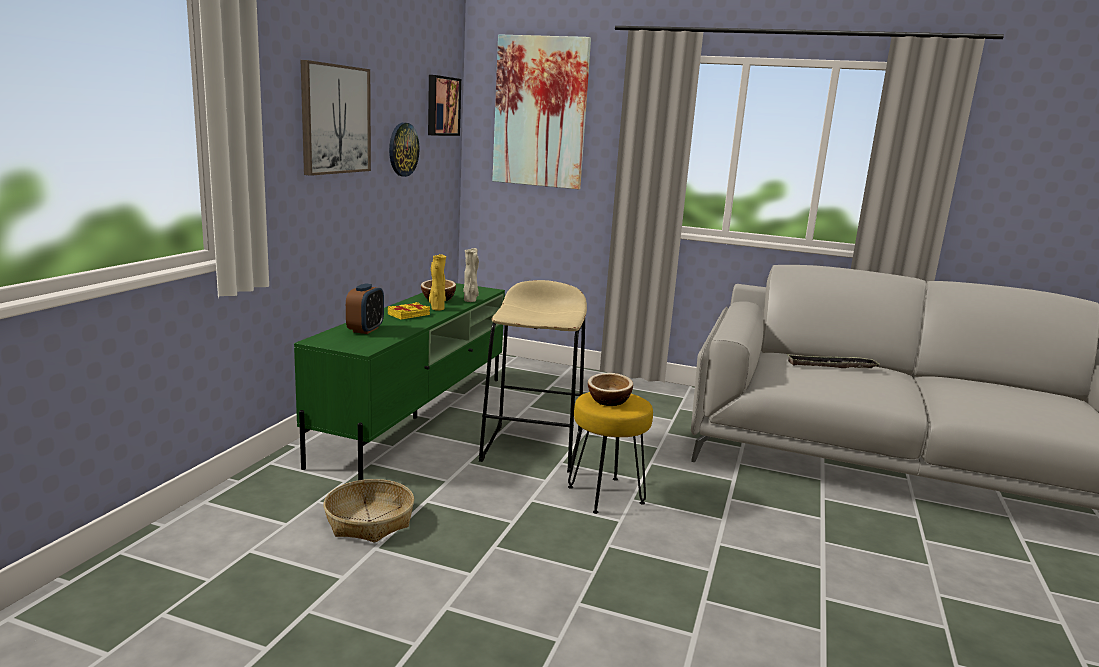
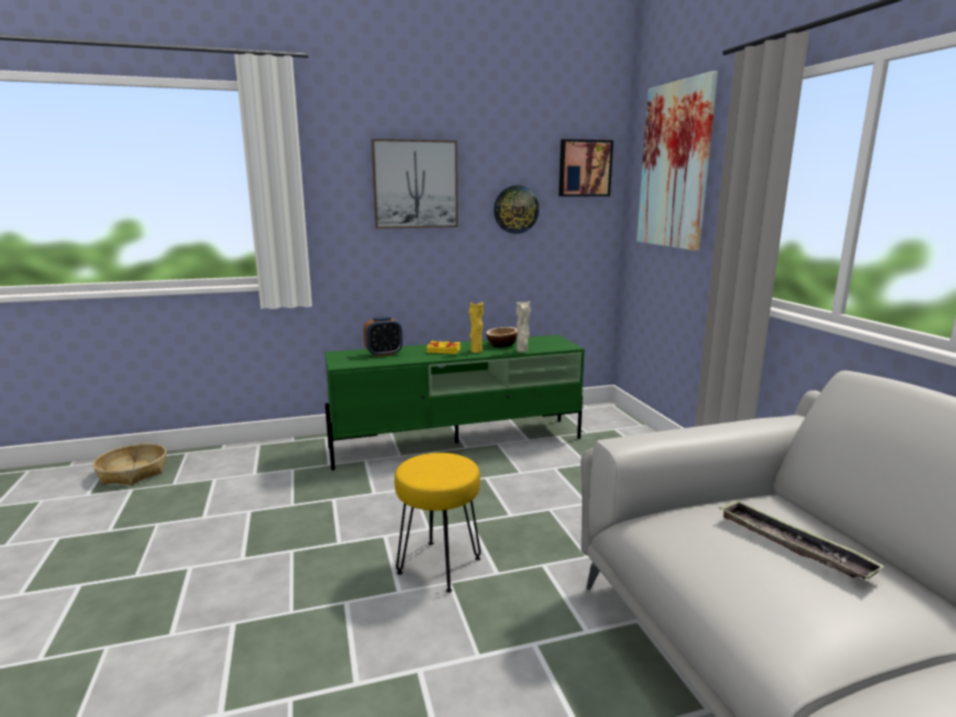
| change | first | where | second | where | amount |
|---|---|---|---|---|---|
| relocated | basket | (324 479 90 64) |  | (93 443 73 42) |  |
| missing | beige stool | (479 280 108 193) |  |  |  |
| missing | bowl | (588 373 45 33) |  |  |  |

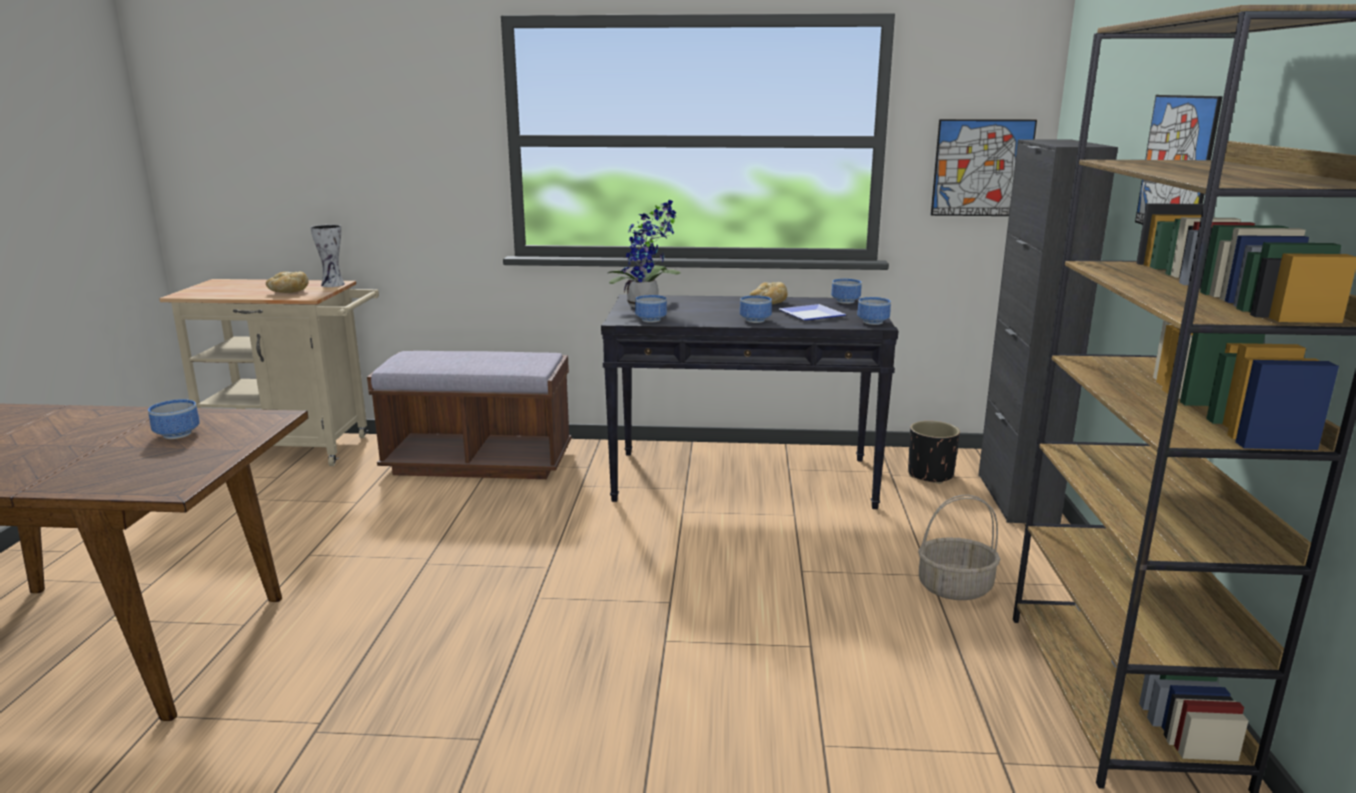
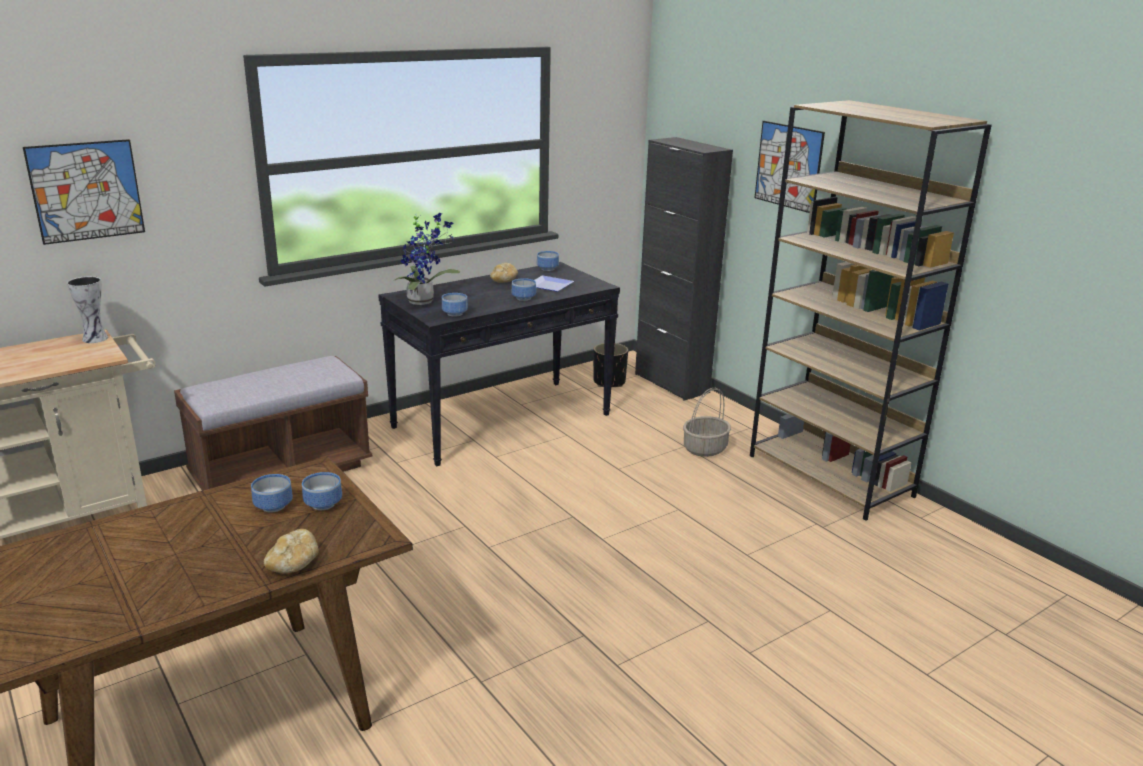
| change | first | where | second | where | amount |
|---|---|---|---|---|---|
| relocated | picture | (931 119 106 97) |  | (23 139 122 106) |  |
| relocated | bread | (266 272 43 21) |  | (264 529 55 44) |  |
| relocated | bowl | (857 297 34 28) |  | (302 472 40 38) |  |

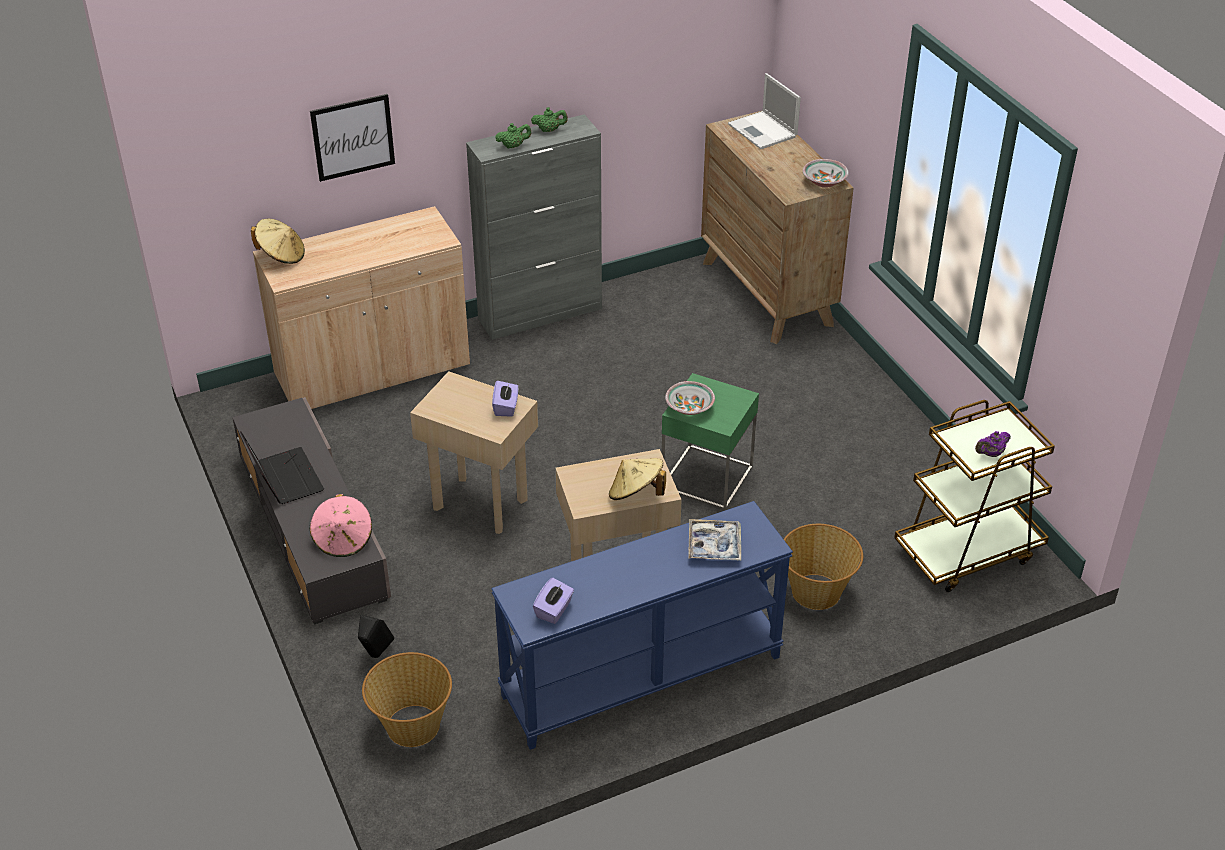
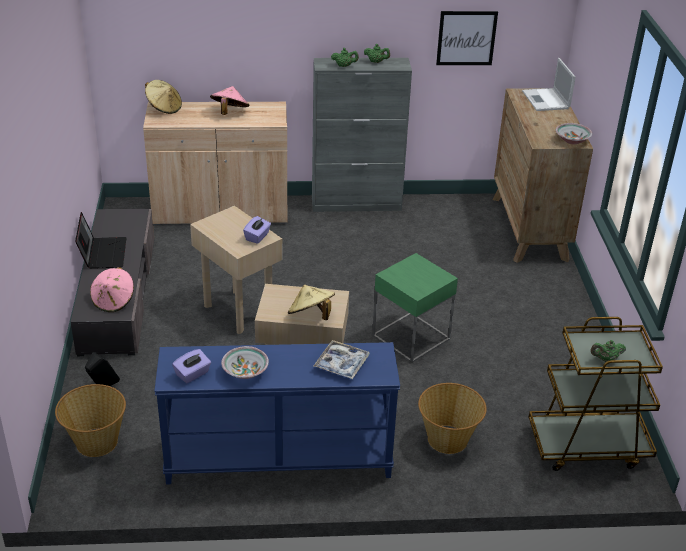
| change | first | where | second | where | amount |
|---|---|---|---|---|---|
| appeared |  |  | pink hat | (210 86 39 29) |  |
| relocated | bowl | (665 381 50 34) |  | (221 346 48 33) |  |
| relocated | picture | (310 94 85 88) |  | (436 11 62 54) |  |
| colour | purple teapot | (975 431 36 26) | green teapot | (591 340 35 22) |  |

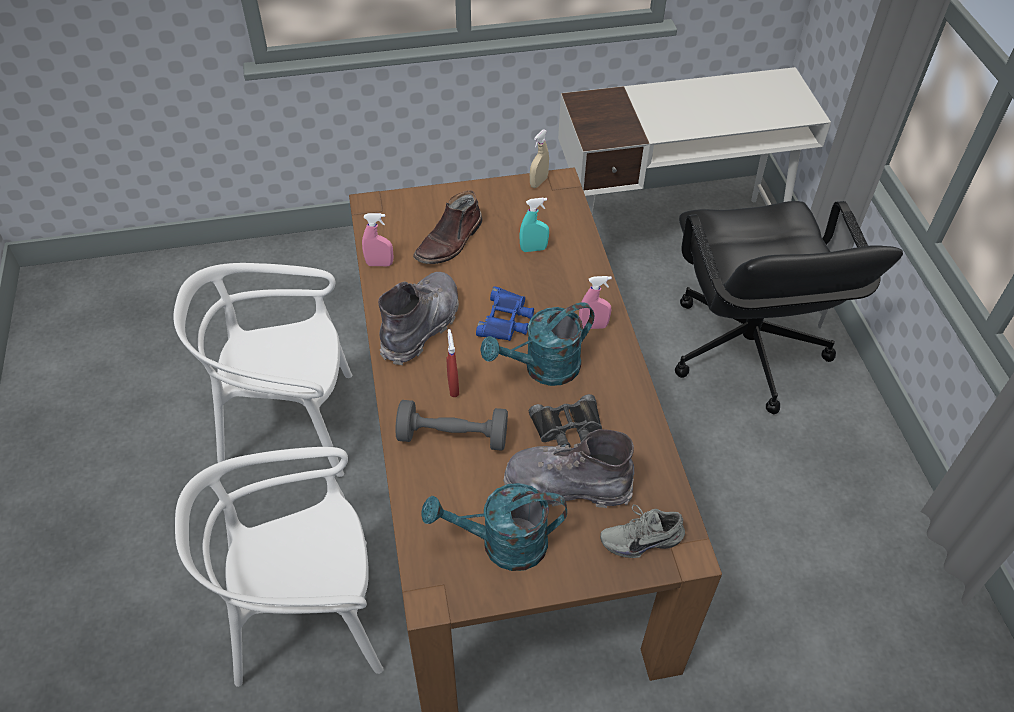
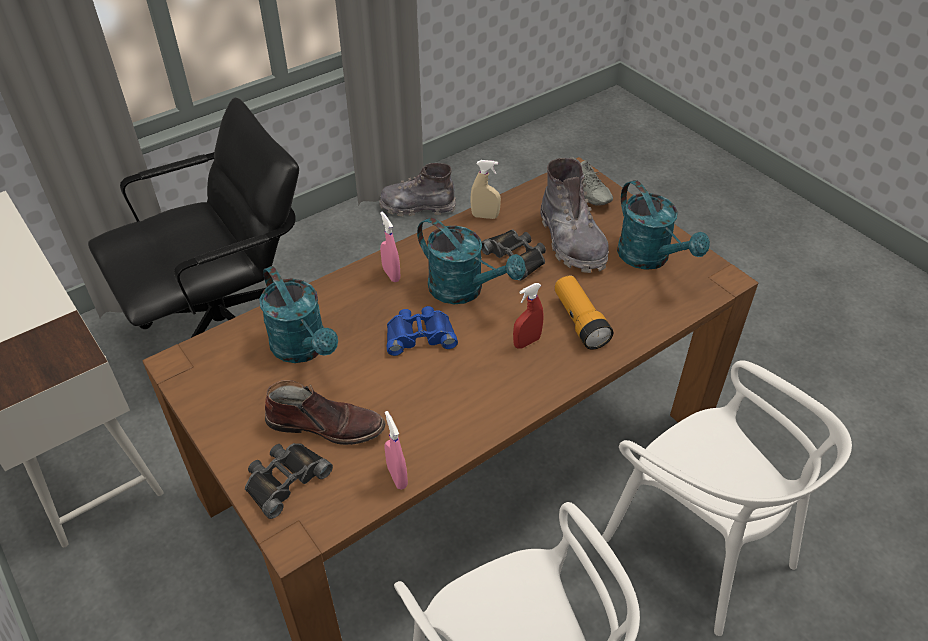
| change | first | where | second | where | amount |
|---|---|---|---|---|---|
| appeared |  |  | black binoculars | (245 443 88 76) |  |
| exchanged | turquoise spray bottle | (519 198 30 54) | turquoise watering can | (259 266 79 97) |  |
| relocated | grey boot | (378 272 81 93) |  | (379 163 77 54) |  |
| relocated | beige spray bottle | (530 129 19 59) |  | (470 160 31 59) |  |
| exchanged | grey dumbbell | (395 400 113 51) | flashlight | (555 276 58 73) |  |

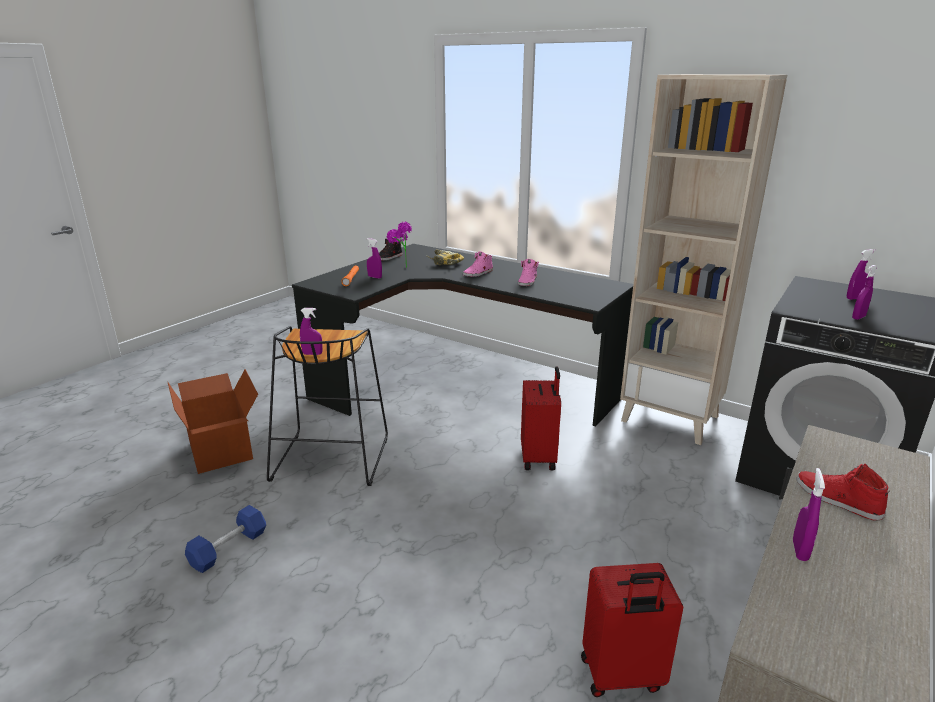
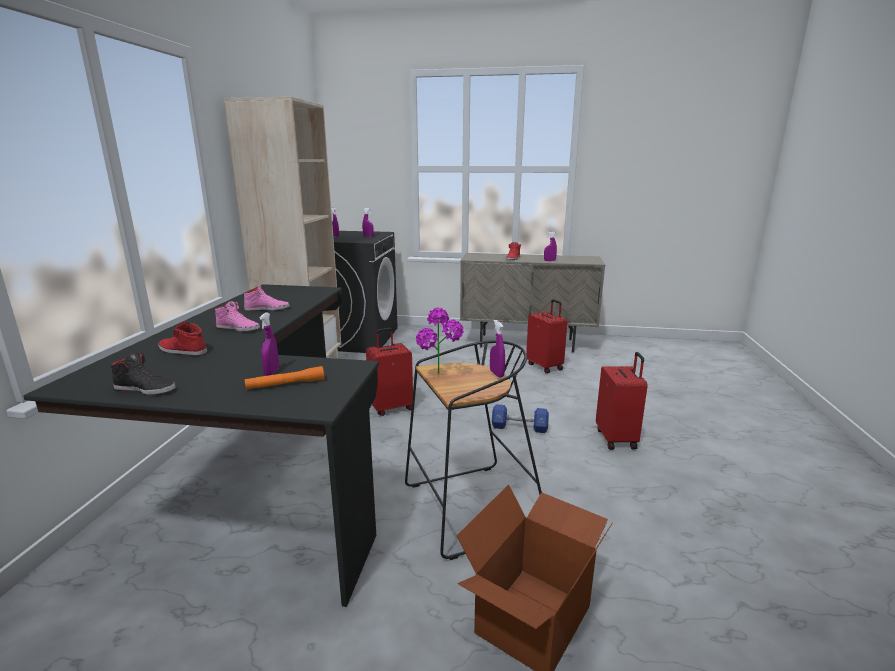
| change | first | where | second | where | amount |
|---|---|---|---|---|---|
| exchanged | power drill | (427 249 37 16) | red shoe | (158 322 49 34) |  |
| relocated | potted plant | (387 222 25 46) |  | (416 308 48 66) |  |
| relocated | blue dumbbell | (185 505 81 68) |  | (492 404 57 29) |  |
| appeared |  |  | red suitcase | (596 352 52 98) |  |

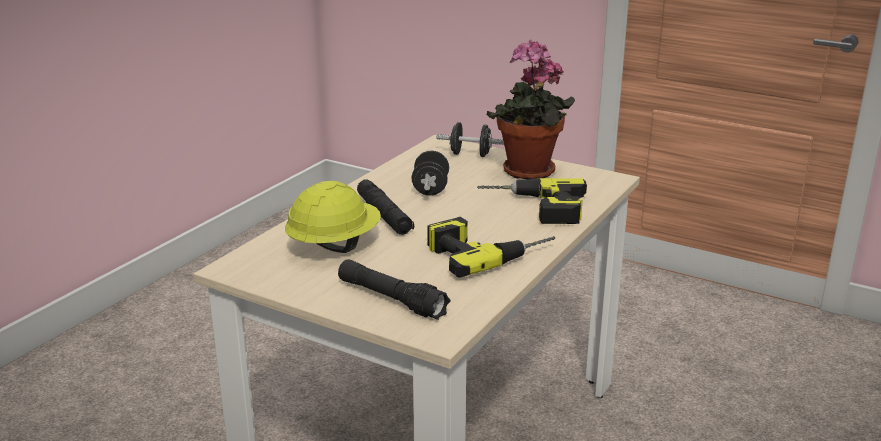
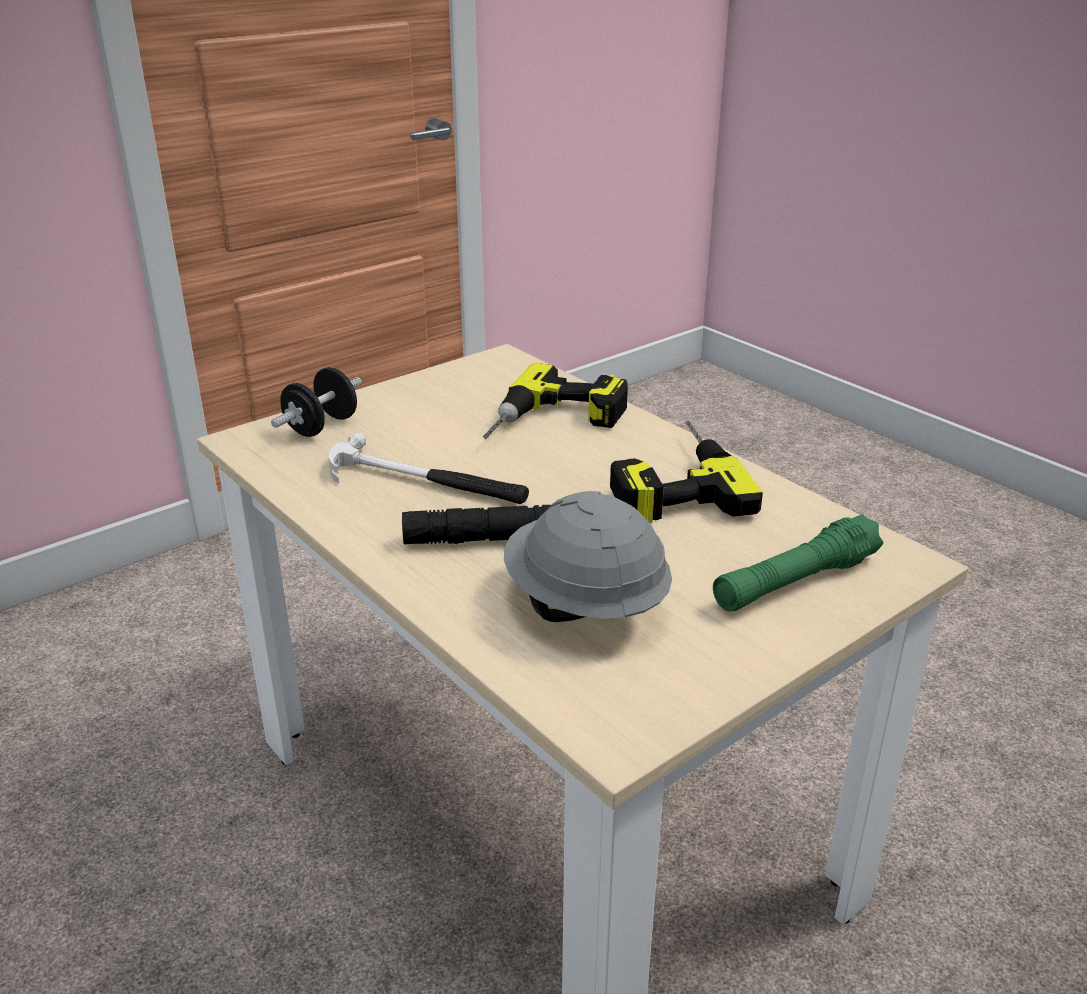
| change | first | where | second | where | amount |
|---|---|---|---|---|---|
| exchanged | black dumbbell | (412 151 37 45) | hammer | (329 433 200 71) |  |
| colour | yellow hard hat | (285 181 96 72) | grey hard hat | (504 491 168 131) |  |
| colour | black flashlight | (338 259 112 61) | green flashlight | (713 514 170 98) |  |
| missing | potted plant | (487 40 88 139) |  |  |  |

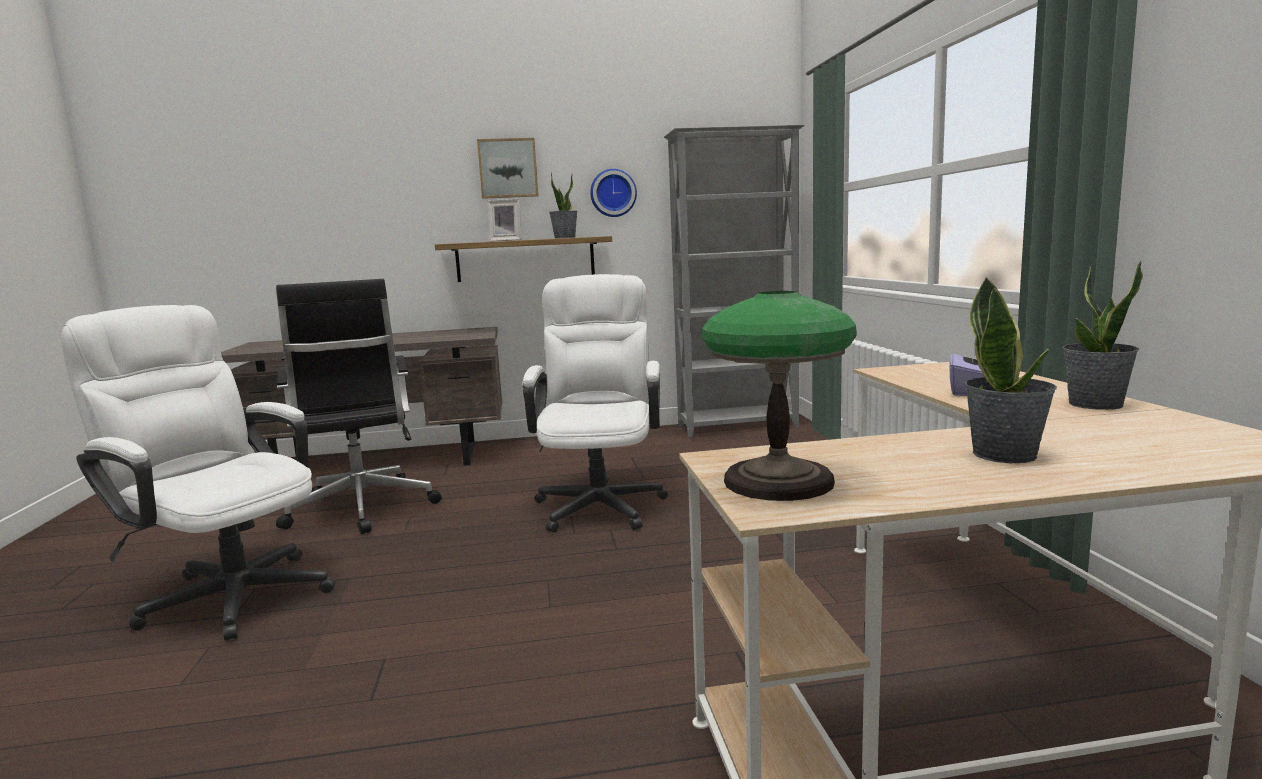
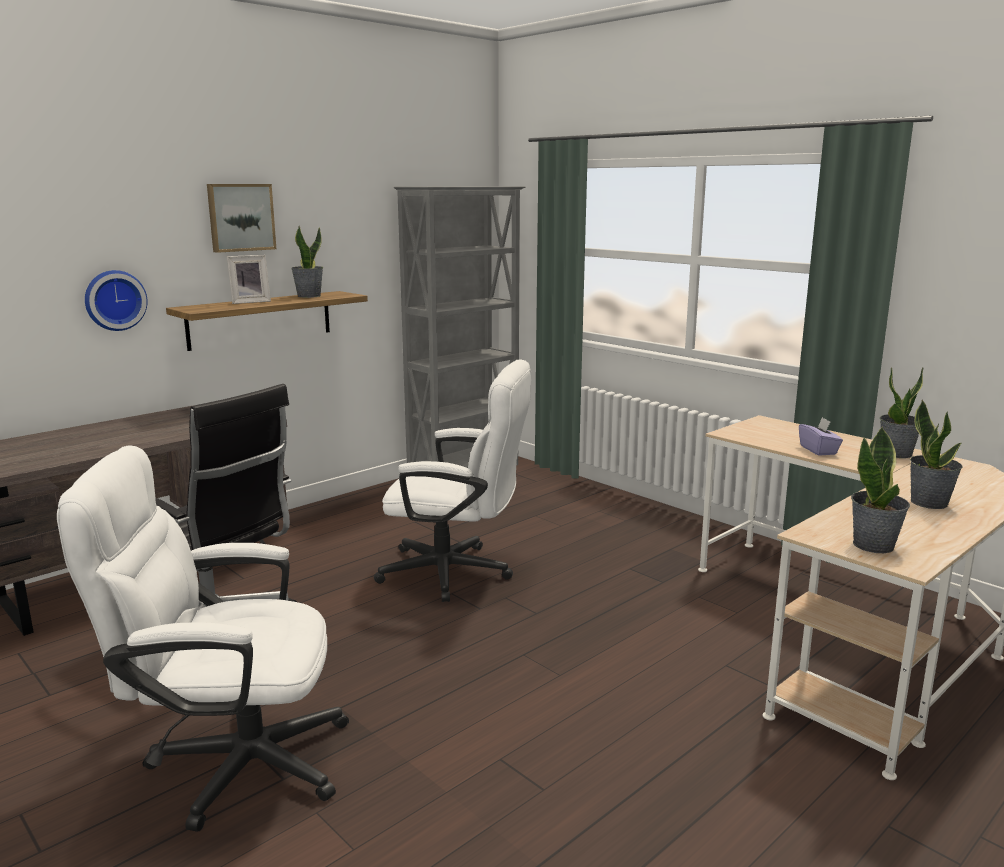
| change | first | where | second | where | amount |
|---|---|---|---|---|---|
| relocated | wall clock | (590 169 47 48) |  | (85 270 62 61) |  |
| spun | white office chair | (523 274 145 259) |  | (374 359 157 243) | 135 degrees clockwise |
| exchanged | table lamp | (701 291 156 210) | potted plant | (851 426 59 127) |  |

